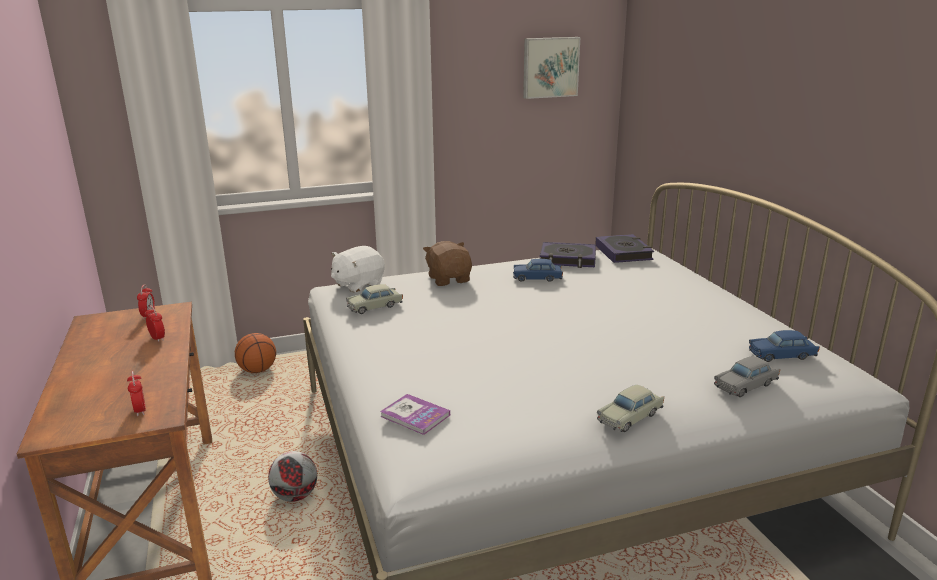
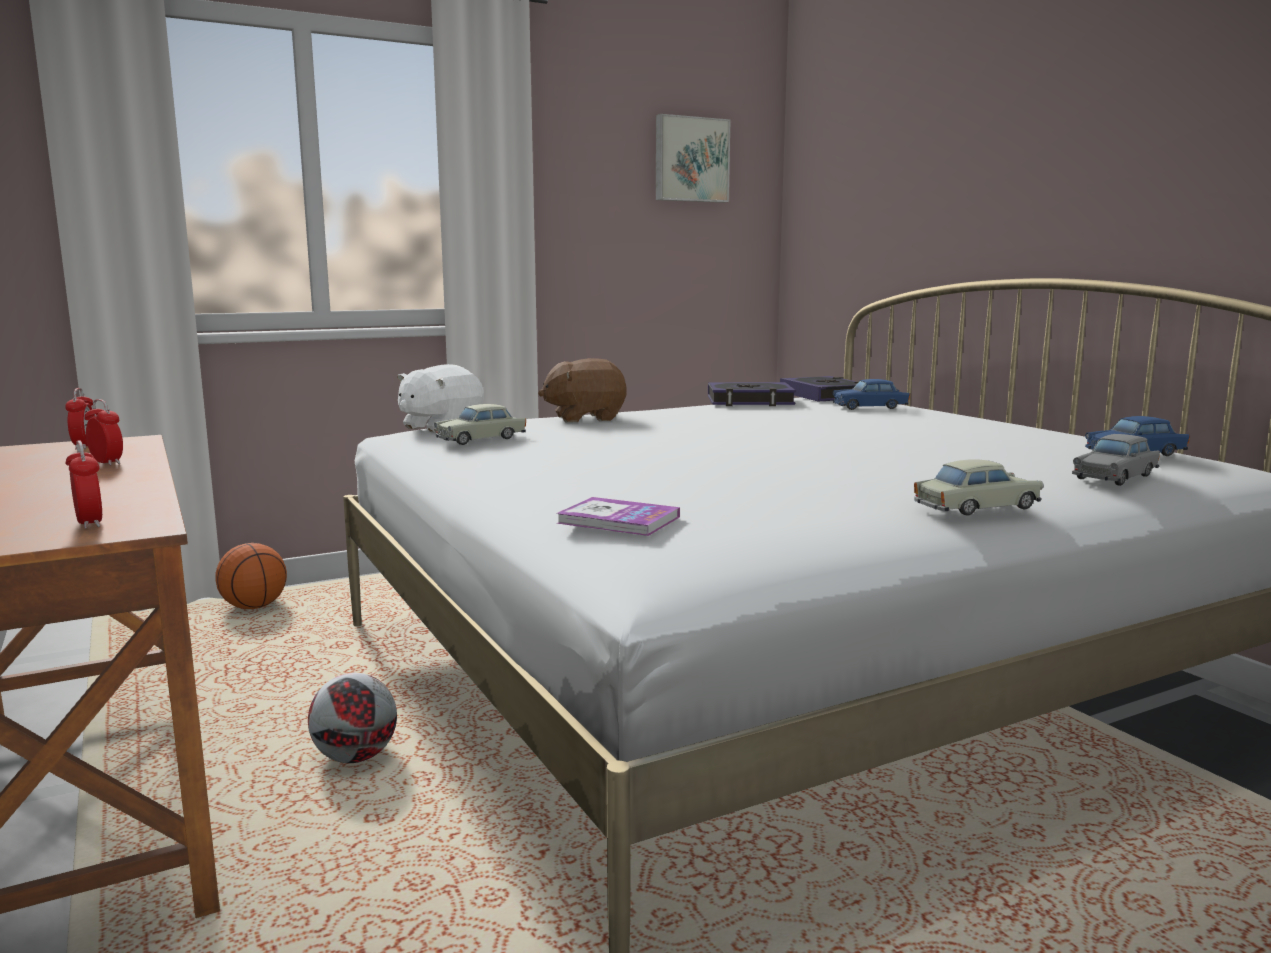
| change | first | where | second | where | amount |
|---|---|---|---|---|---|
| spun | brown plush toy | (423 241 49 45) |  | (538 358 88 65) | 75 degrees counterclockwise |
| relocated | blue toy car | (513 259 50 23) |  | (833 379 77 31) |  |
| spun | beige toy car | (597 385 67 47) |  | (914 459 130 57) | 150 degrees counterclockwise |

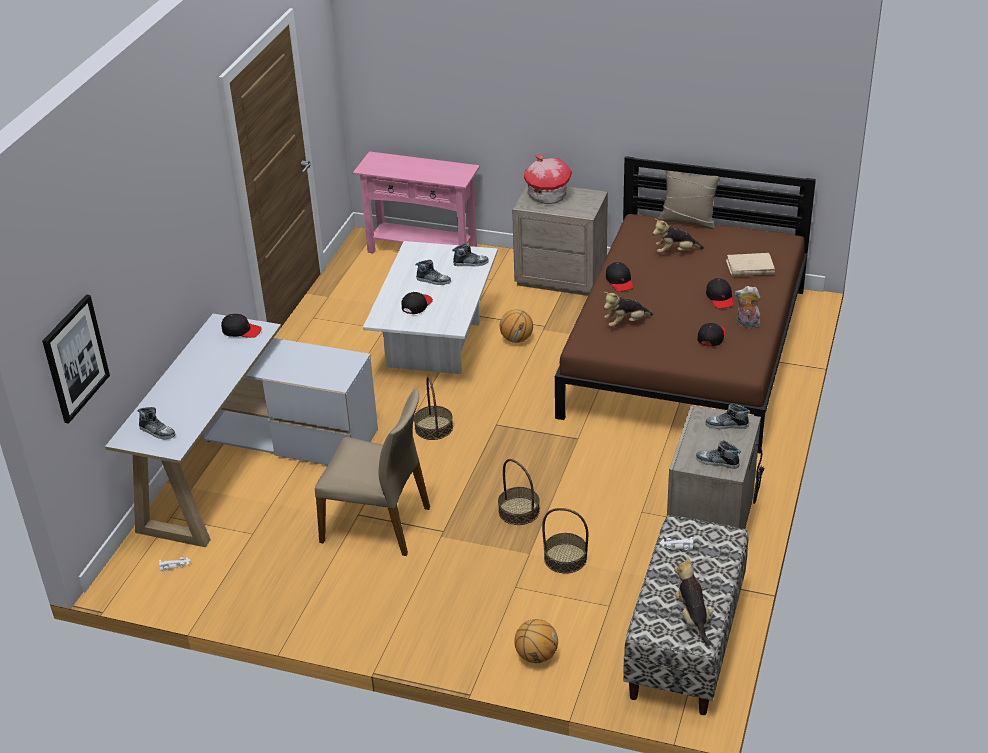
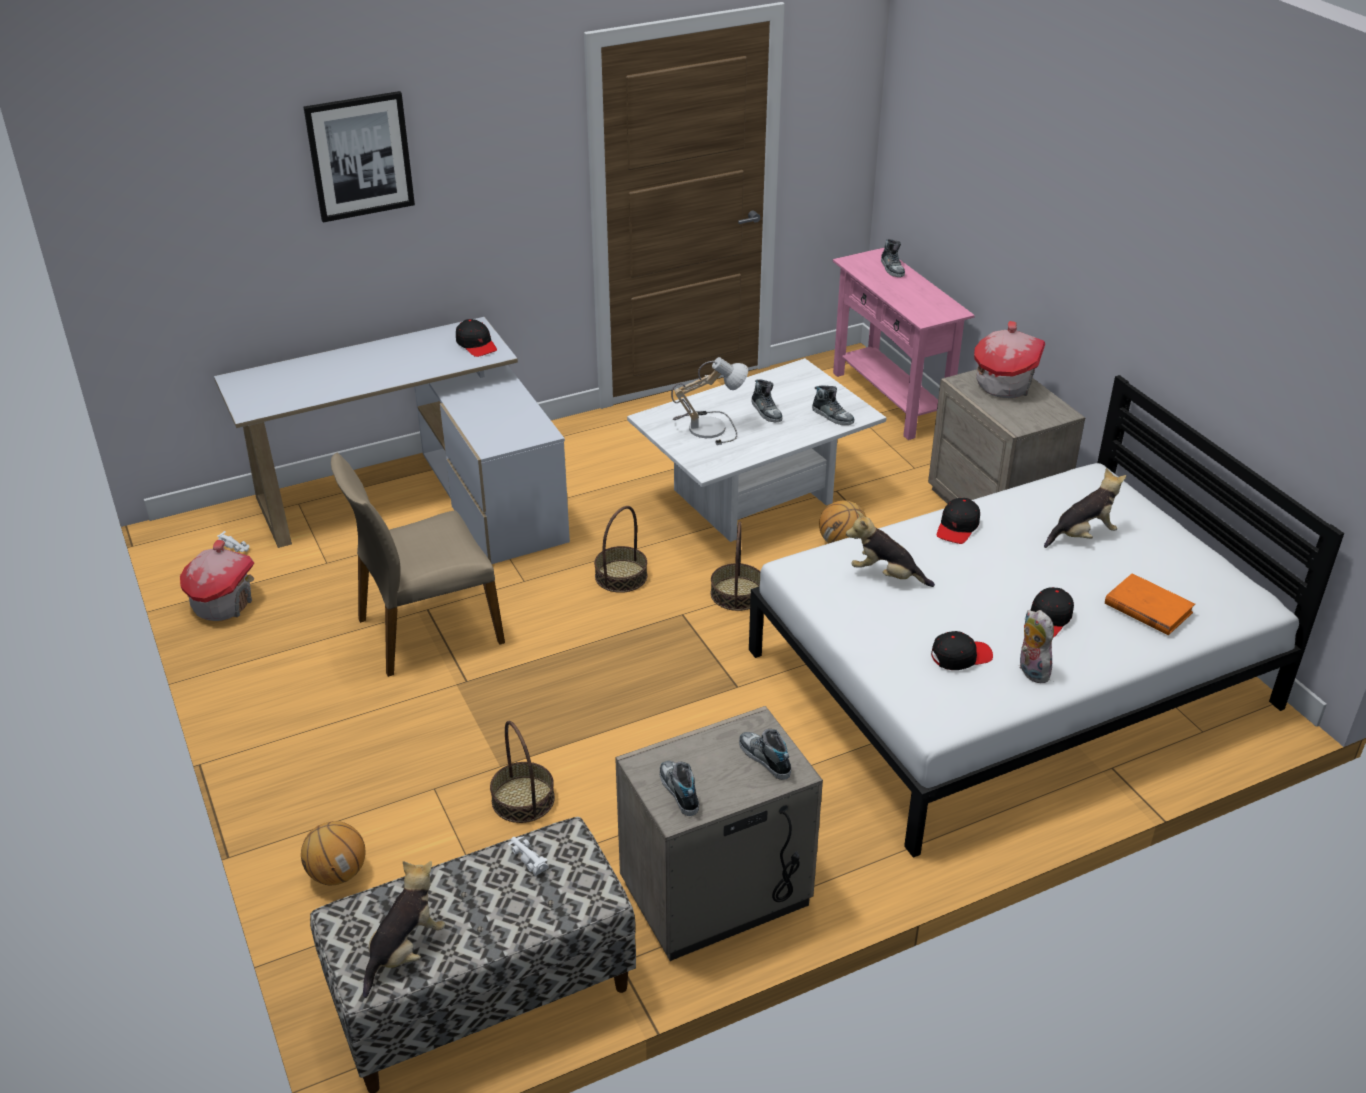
| change | first | where | second | where | amount |
|---|---|---|---|---|---|
| appeared |  |  | toy house | (180 540 74 81) |  |
| relocated | picture | (42 295 68 129) |  | (304 91 111 131) |  |
| spun | beige chair | (315 389 115 167) |  | (331 453 174 224) | 90 degrees clockwise |
| exchanged | black cap | (402 292 31 22) | table lamp | (671 357 77 88) |  |
| relocated | basket | (498 459 42 66) |  | (711 521 49 90) |  |
| colour | brown bed | (555 156 261 298) | white bed | (749 375 595 483) |  |
| relocated | shoe | (137 407 38 33) |  | (881 239 24 38) |  |
| spun | plush toy | (653 219 51 34) |  | (1044 468 82 80) | 120 degrees clockwise |
| colour | beige book | (726 253 49 23) | orange book | (1105 573 90 62) |  |
| missing | beige pillow | (658 170 62 59) |  |  |  |

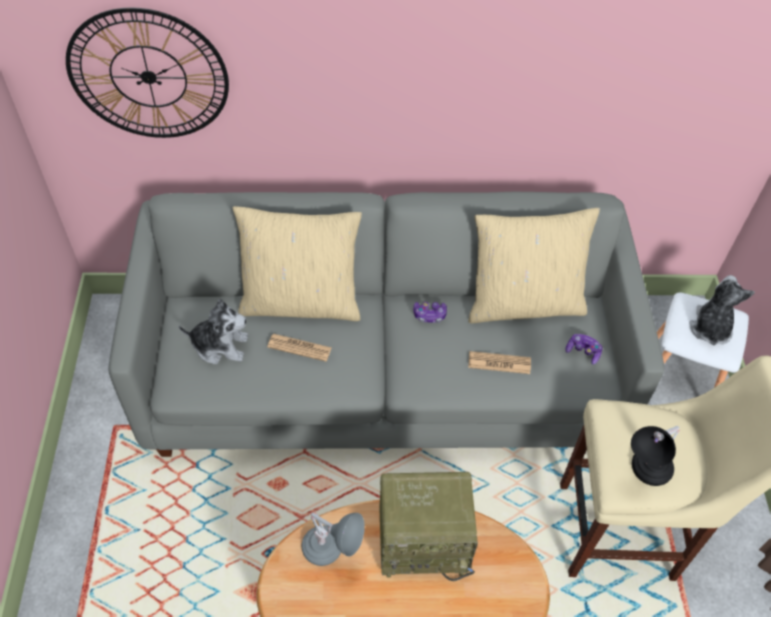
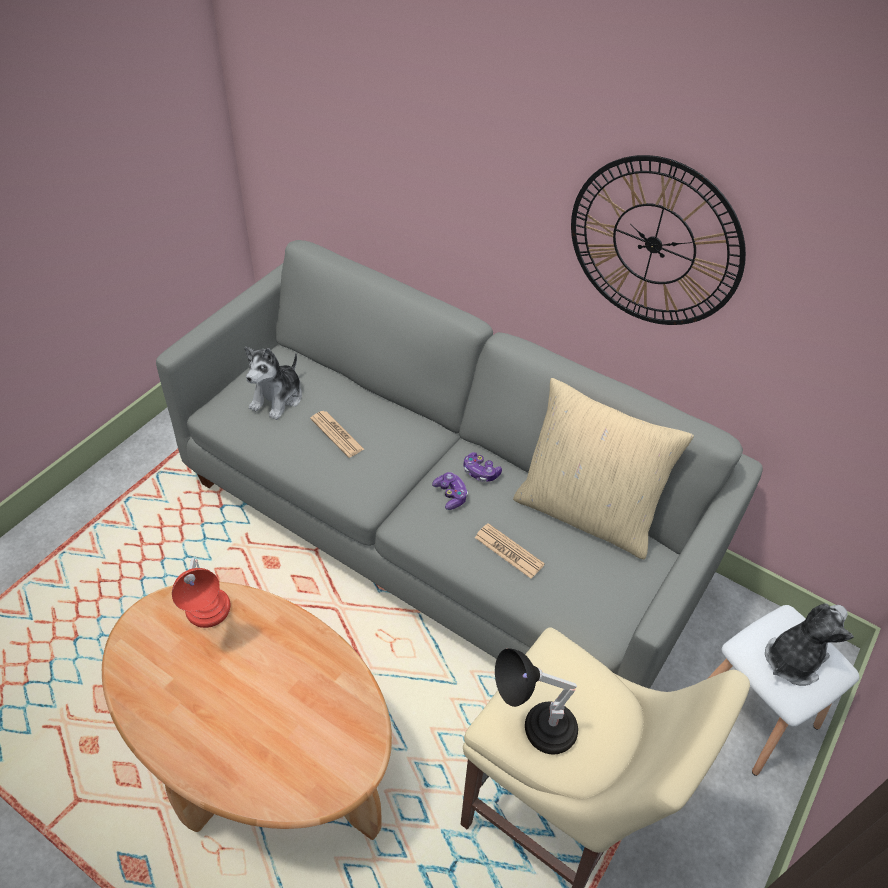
| change | first | where | second | where | amount |
|---|---|---|---|---|---|
| colour | grey table lamp | (302 512 63 54) | red table lamp | (172 557 59 71) |  |
| spun | plush toy | (178 299 70 65) |  | (245 347 57 73) | 75 degrees clockwise |
| relocated | game controller | (565 334 37 31) |  | (432 472 36 38) |  |
| relocated | wall clock | (66 7 163 131) |  | (571 155 175 170) |  |
| missing | beige pillow | (233 206 129 115) |  |  |  |
| missing | radio | (379 472 99 109) |  |  |  |

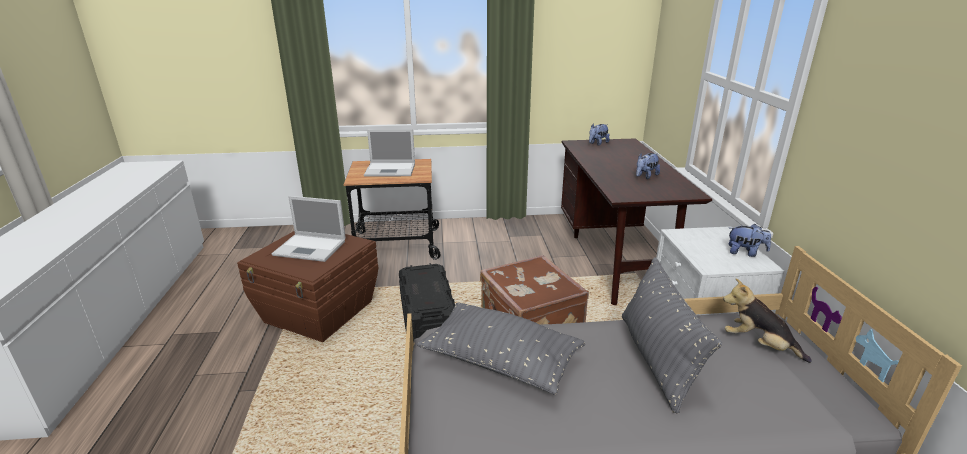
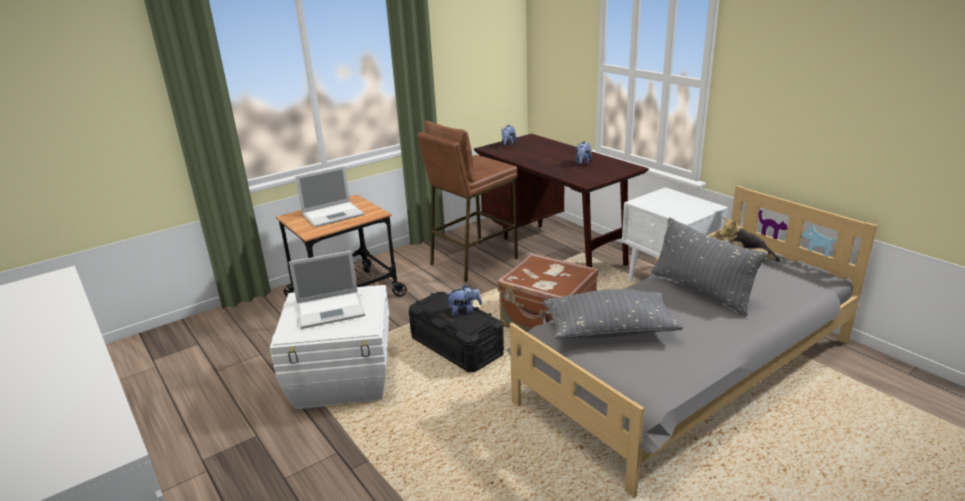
| change | first | where | second | where | amount |
|---|---|---|---|---|---|
| colour | brown storage box | (237 231 141 111) | white storage box | (270 285 119 124) |  |
| appeared |  |  | brown stool | (417 121 101 161) |  |
| relocated | plush toy | (728 224 43 33) |  | (445 285 37 31) |  |

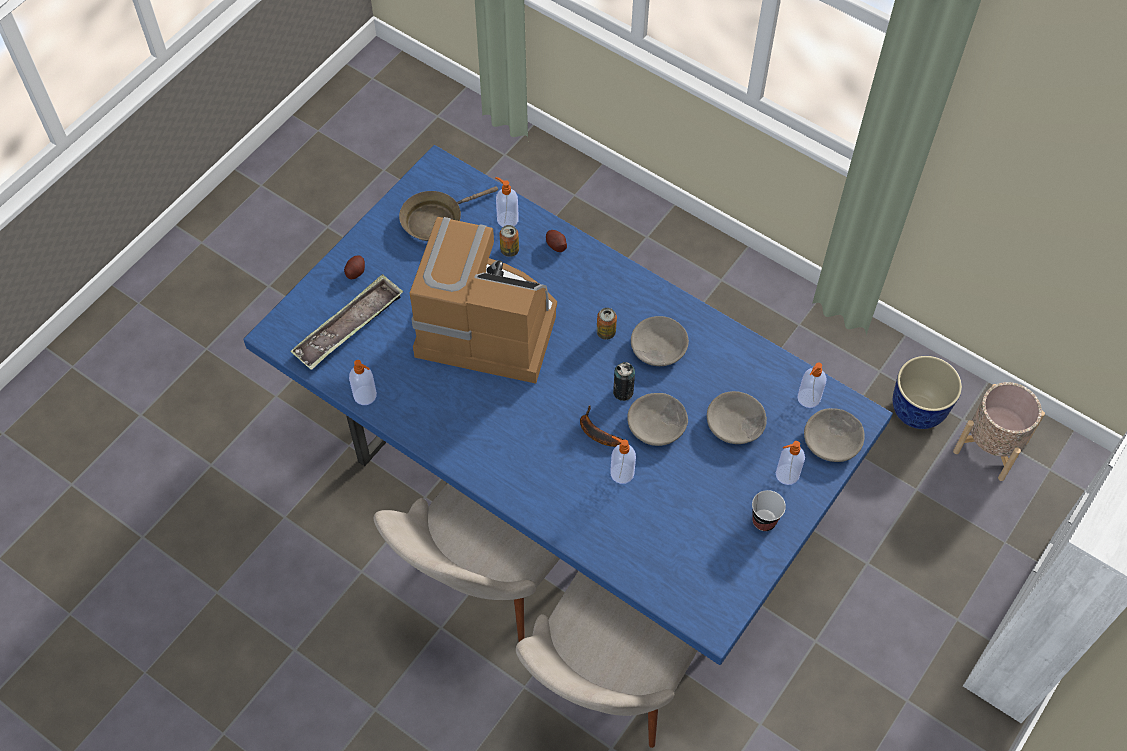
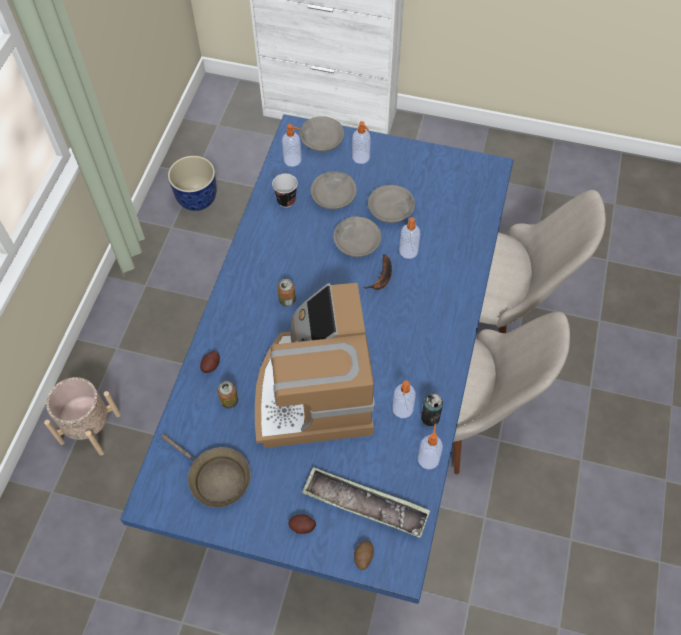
| change | first | where | second | where | amount |
|---|---|---|---|---|---|
| relocated | beige planter | (953 382 92 99) |  | (44 377 77 78) |  |
| relocated | cup | (752 490 34 41) |  | (272 173 26 35) |  |
| appeared |  |  | potato | (354 541 20 29) |  |
| relocated | grey bowl | (631 316 58 50) |  | (368 185 47 38) |  |
| relocated | soap dispenser | (495 177 24 50) |  | (392 380 24 38) |  |
| relocated | can | (613 362 22 39) |  | (421 393 22 33) |  |

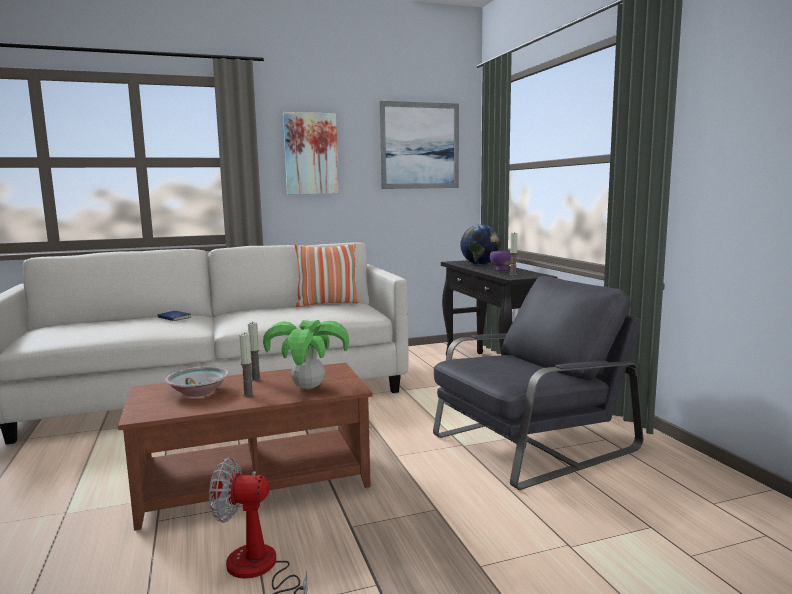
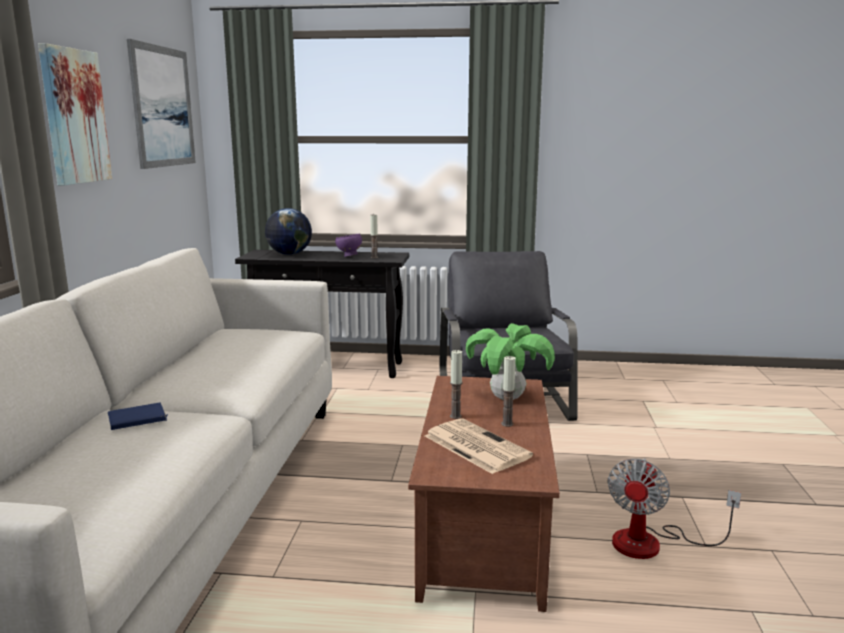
| change | first | where | second | where | amount |
|---|---|---|---|---|---|
| exchanged | bowl | (165 367 64 30) | newspaper | (425 418 108 56) |  |
| missing | pillow | (295 244 65 63) |  |  |  |

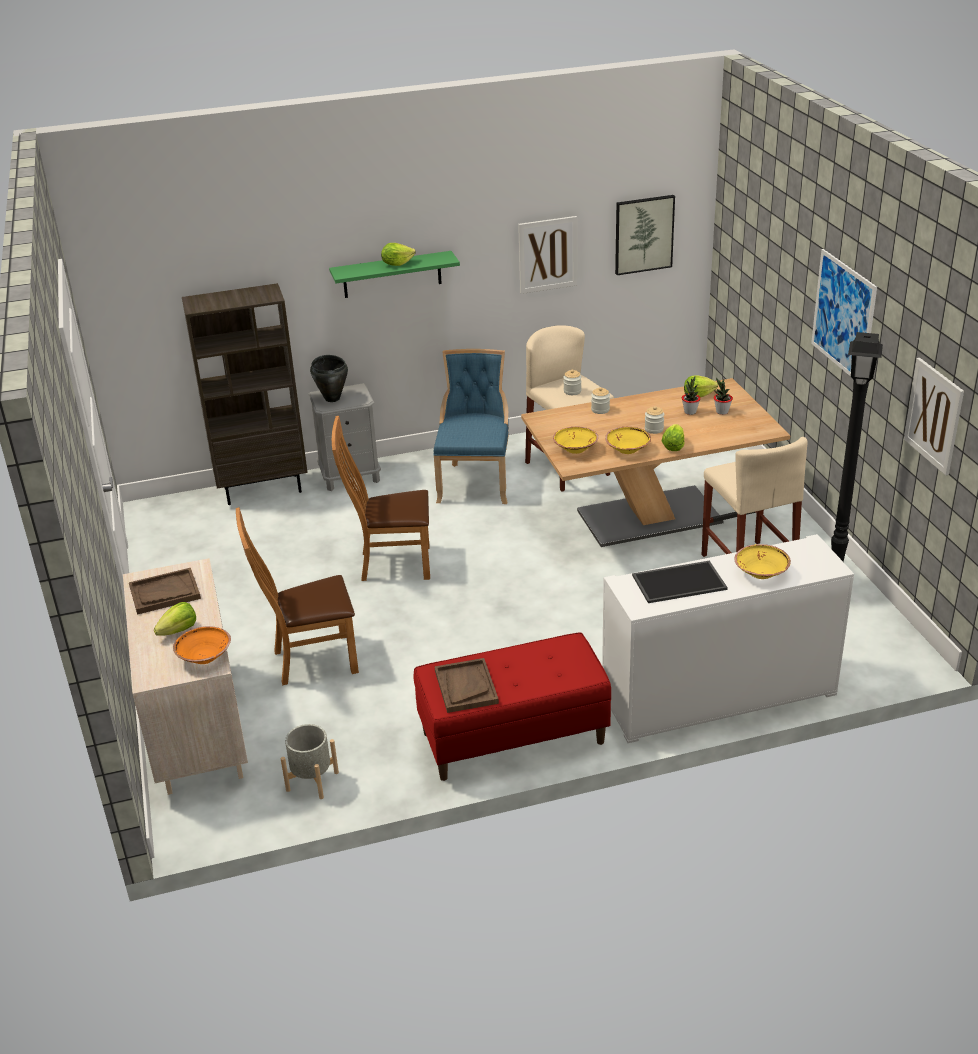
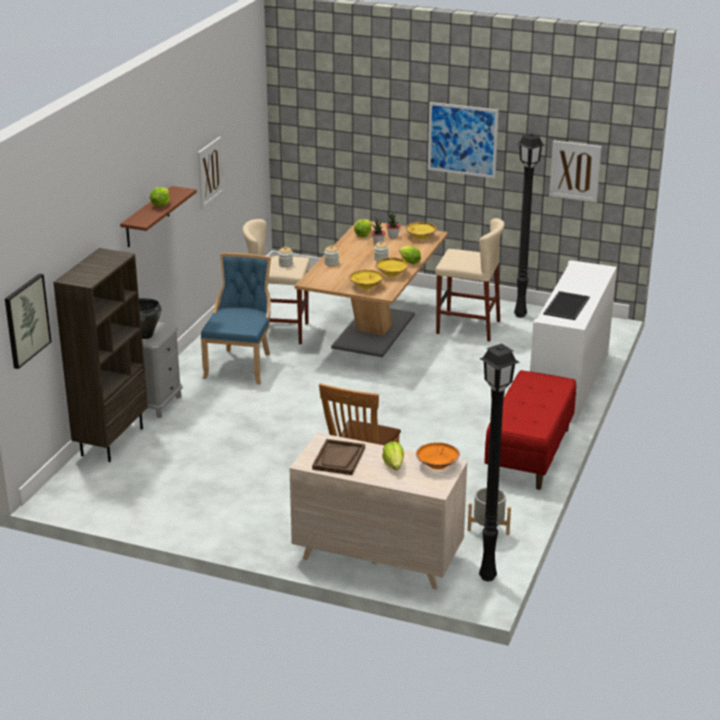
| change | first | where | second | where | amount |
|---|---|---|---|---|---|
| relocated | picture | (615 195 60 80) |  | (5 274 47 95) |  |
| colour | green shelf | (329 251 131 47) | brown shelf | (120 186 77 61) |  |
| spun | blue chair | (433 349 76 155) |  | (201 253 70 132) | 60 degrees clockwise |
| relocated | yellow bowl | (734 544 57 35) |  | (405 222 32 18) |  |
| appeared |  |  | black floor lamp | (479 344 41 237) |  |
| missing | brown chair | (332 416 98 165) |  |  |  |
| missing | brown tray | (435 658 64 55) |  |  |  |

